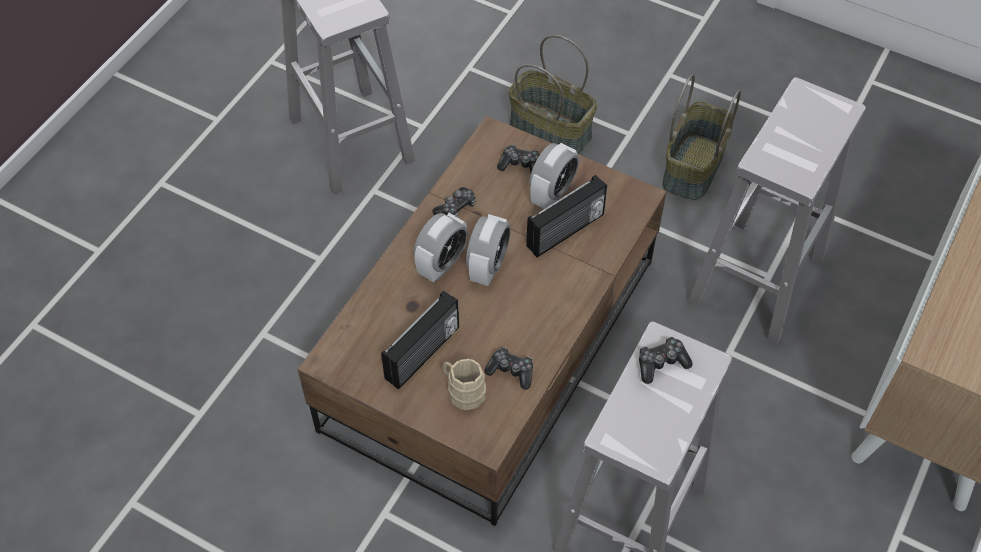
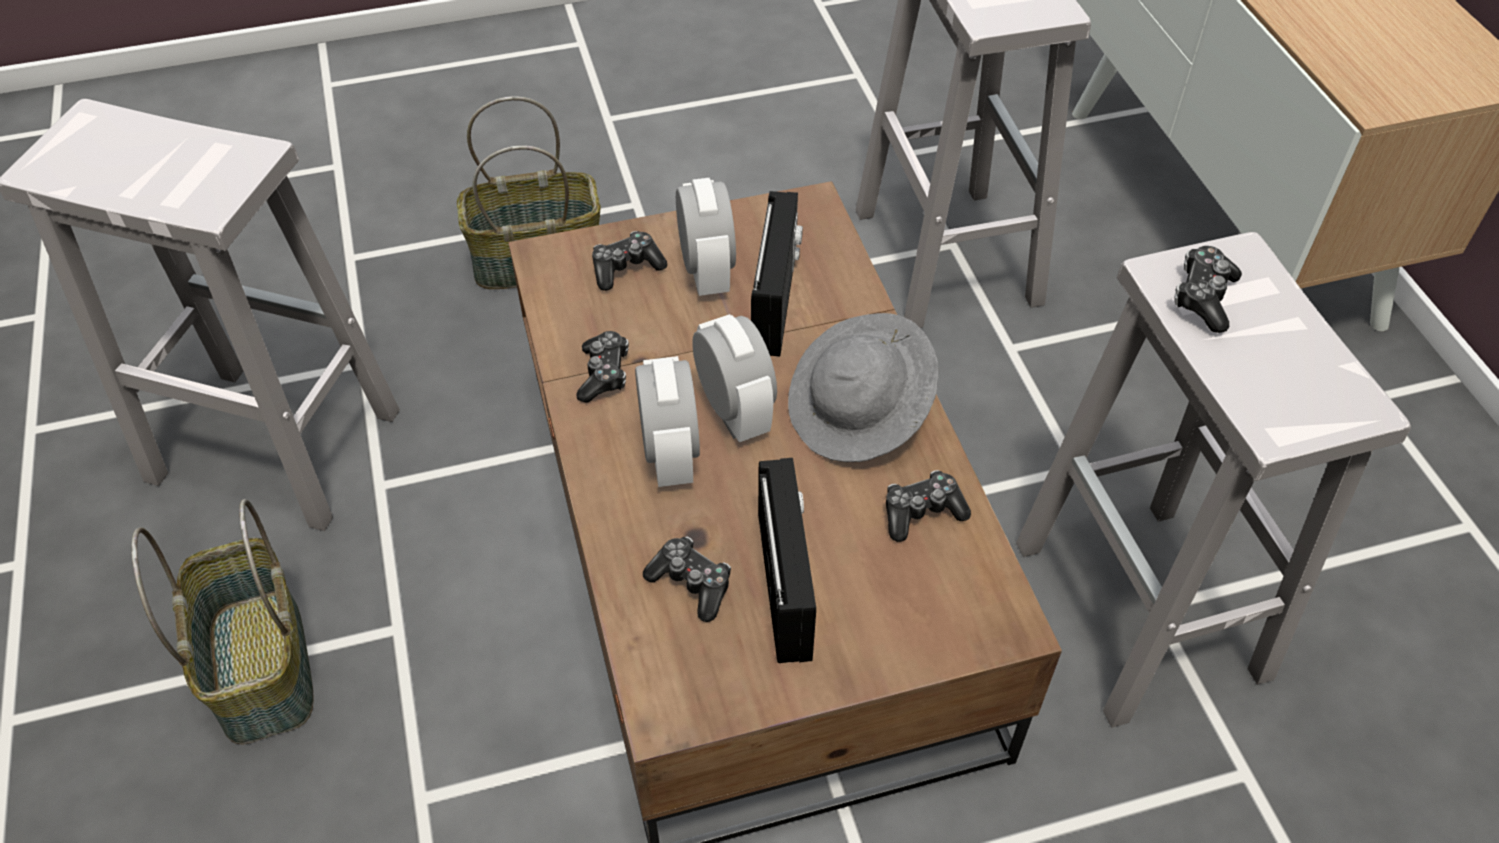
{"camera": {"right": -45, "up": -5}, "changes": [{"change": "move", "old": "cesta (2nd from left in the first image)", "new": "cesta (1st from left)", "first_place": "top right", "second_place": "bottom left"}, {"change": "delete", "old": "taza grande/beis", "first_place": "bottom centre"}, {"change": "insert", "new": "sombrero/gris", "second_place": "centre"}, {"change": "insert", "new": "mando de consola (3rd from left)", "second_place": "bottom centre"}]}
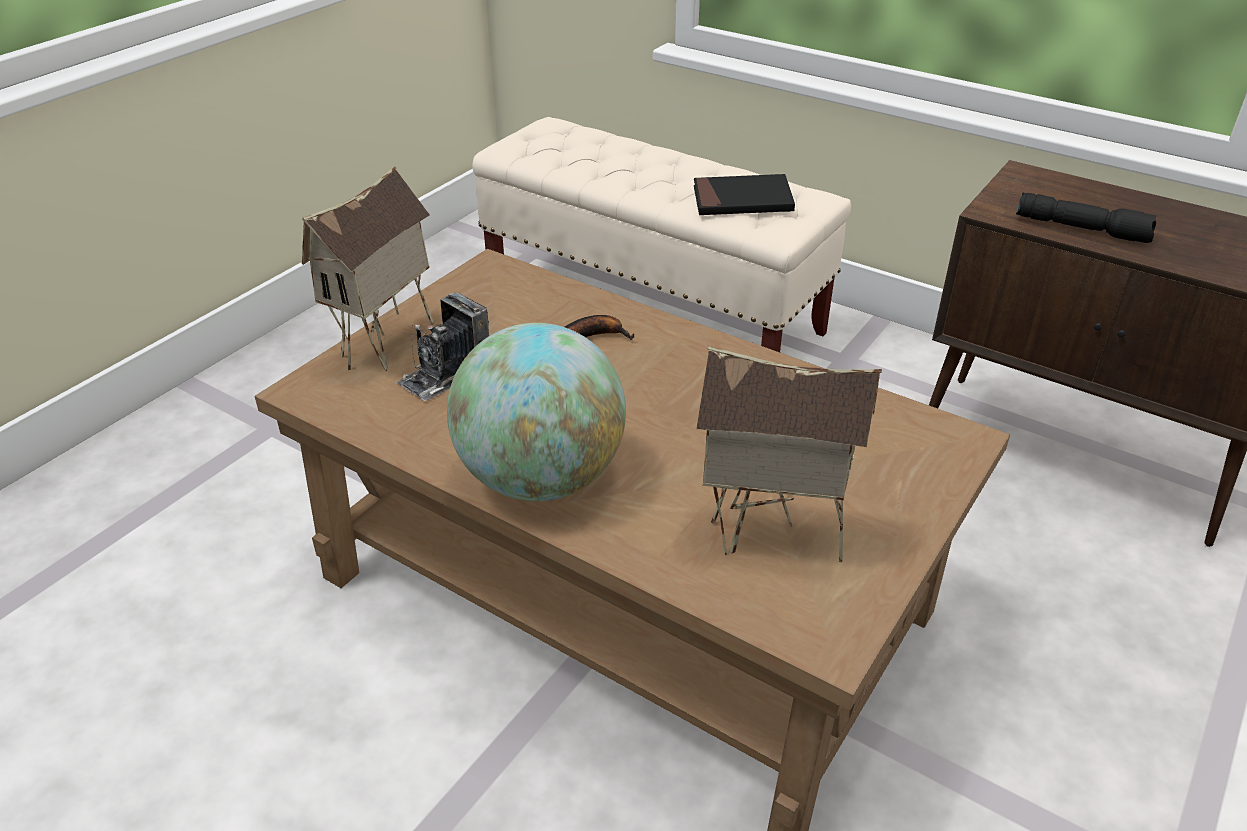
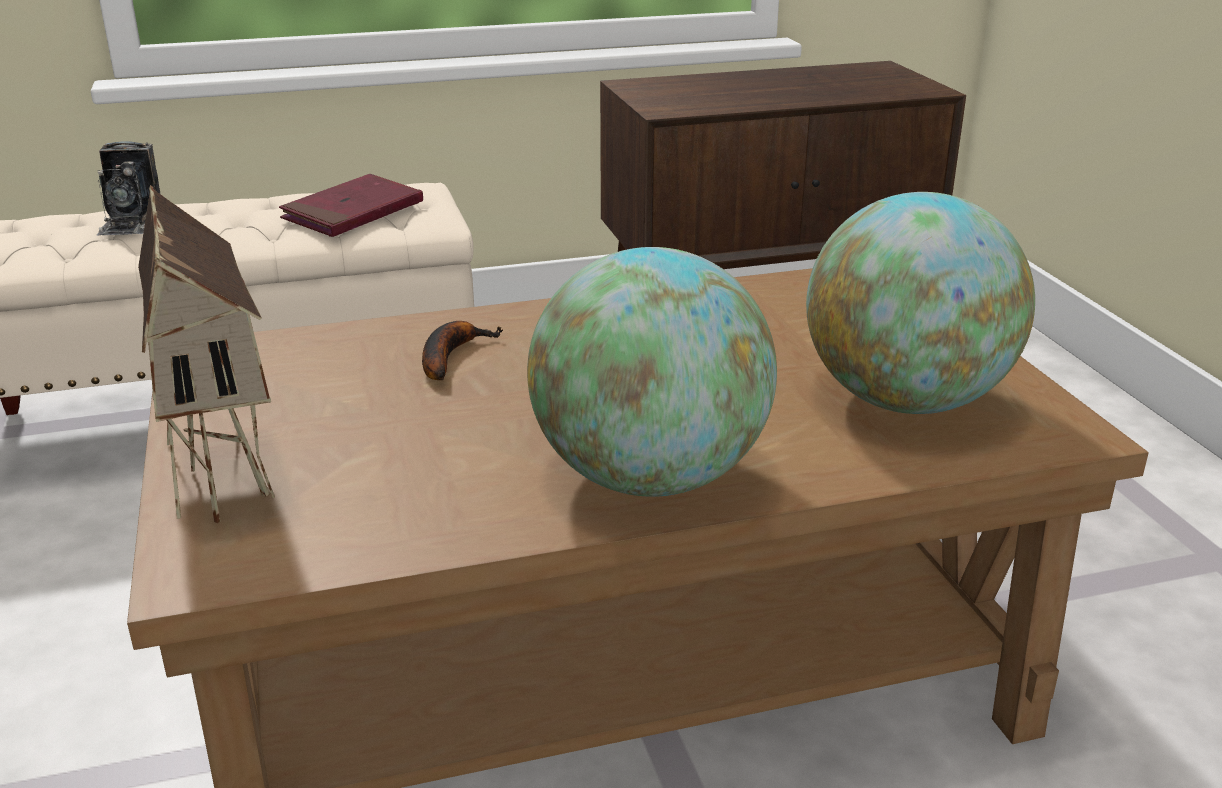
{"camera": {"right": -50, "up": -10}, "changes": [{"change": "recolor", "old": "libro/negro", "new": "libro/rojo", "first_place": "top centre", "second_place": "top left"}, {"change": "delete", "old": "linterna/negro", "first_place": "top right"}, {"change": "move", "old": "cámara", "first_place": "centre", "second_place": "top left"}, {"change": "replace", "old": "casita (2nd from left)", "new": "globo terráqueo (2nd from left)", "first_place": "centre", "second_place": "middle right"}]}
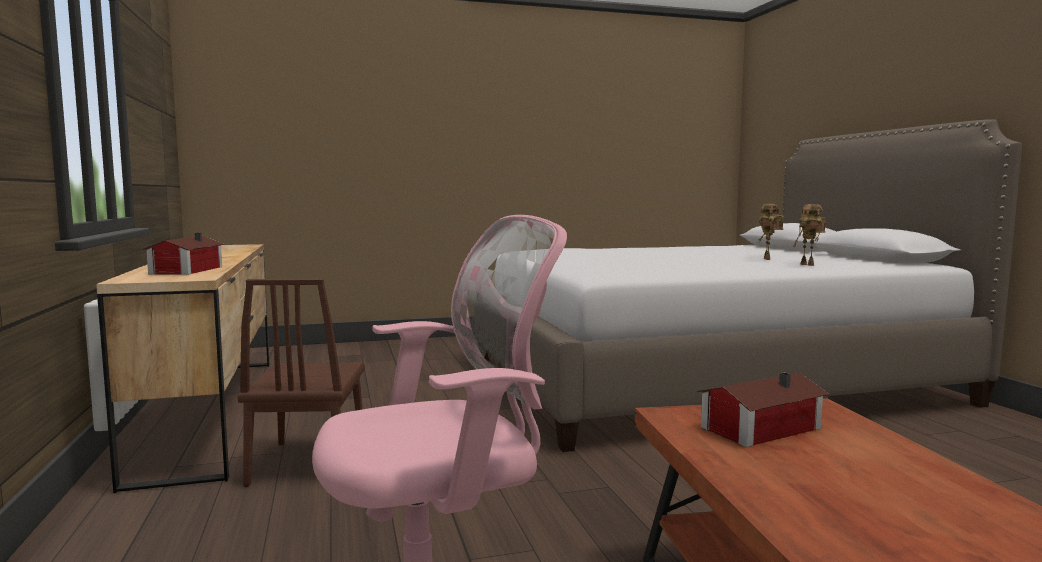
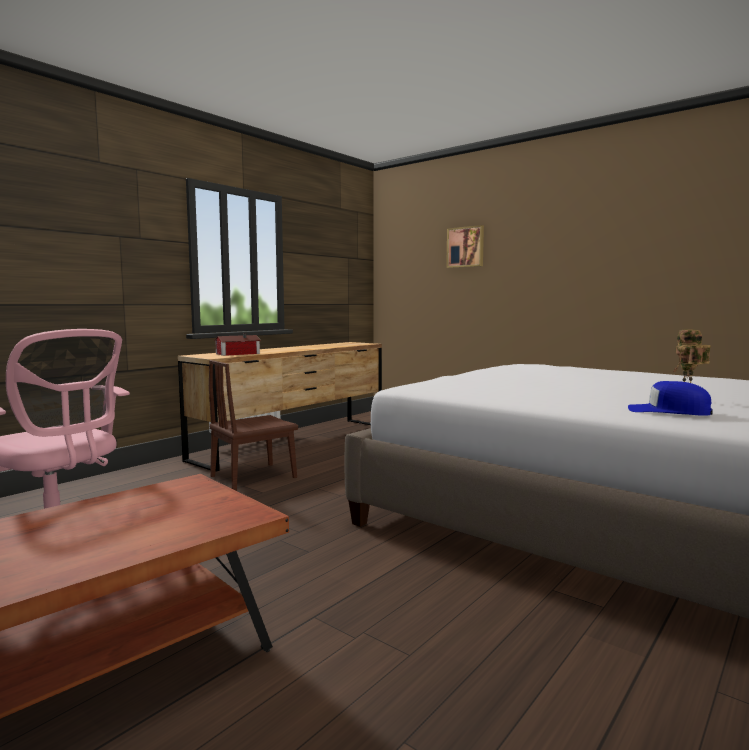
{"camera": {"right": 55, "up": 0}, "changes": [{"change": "replace", "old": "robot de juguete (2nd from left)", "new": "gorra/azul", "first_place": "middle right", "second_place": "middle right"}, {"change": "delete", "old": "casita (2nd from left)", "first_place": "bottom right"}, {"change": "insert", "new": "cuadro", "second_place": "top centre"}]}
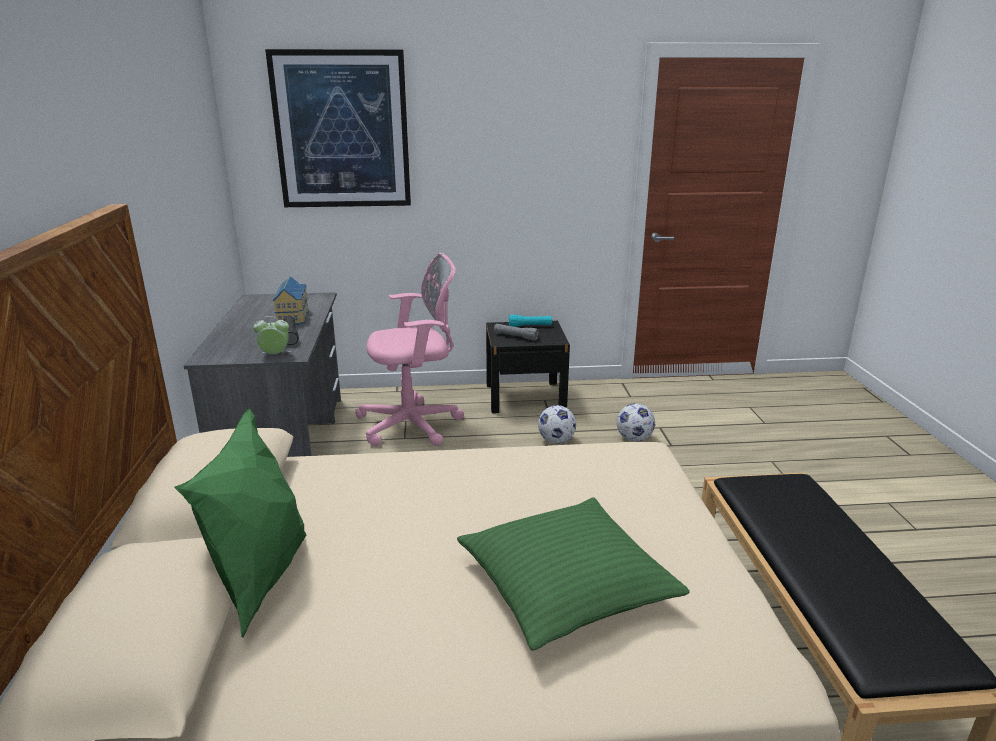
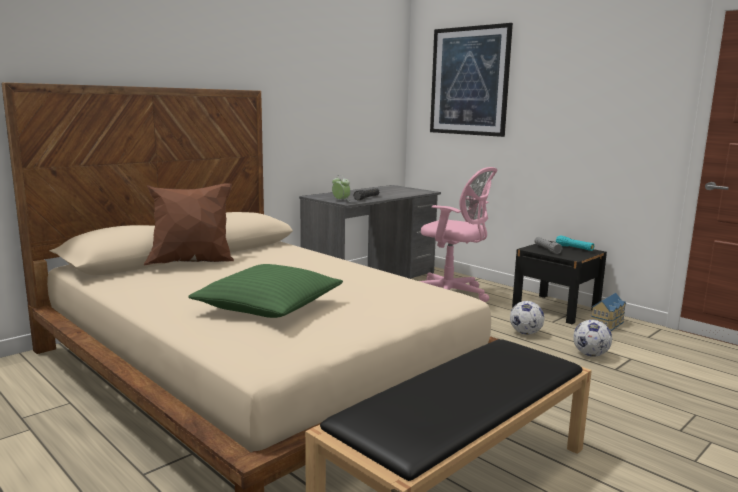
{"camera": {"right": 50, "up": -10}, "changes": [{"change": "move", "old": "casita", "first_place": "middle left", "second_place": "middle right"}, {"change": "recolor", "old": "cojín/verde (1st from left)", "new": "cojín/marrón", "first_place": "bottom left", "second_place": "middle left"}]}
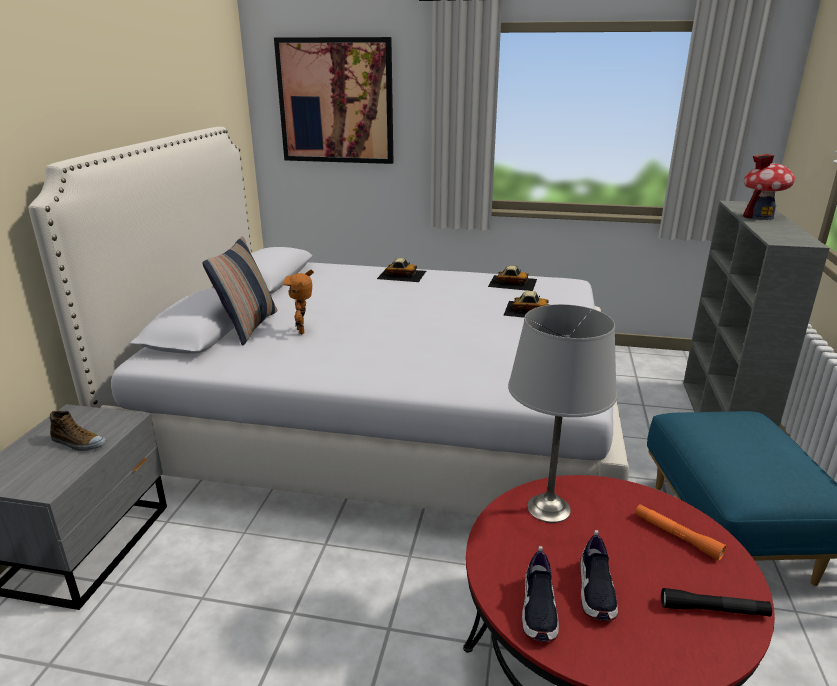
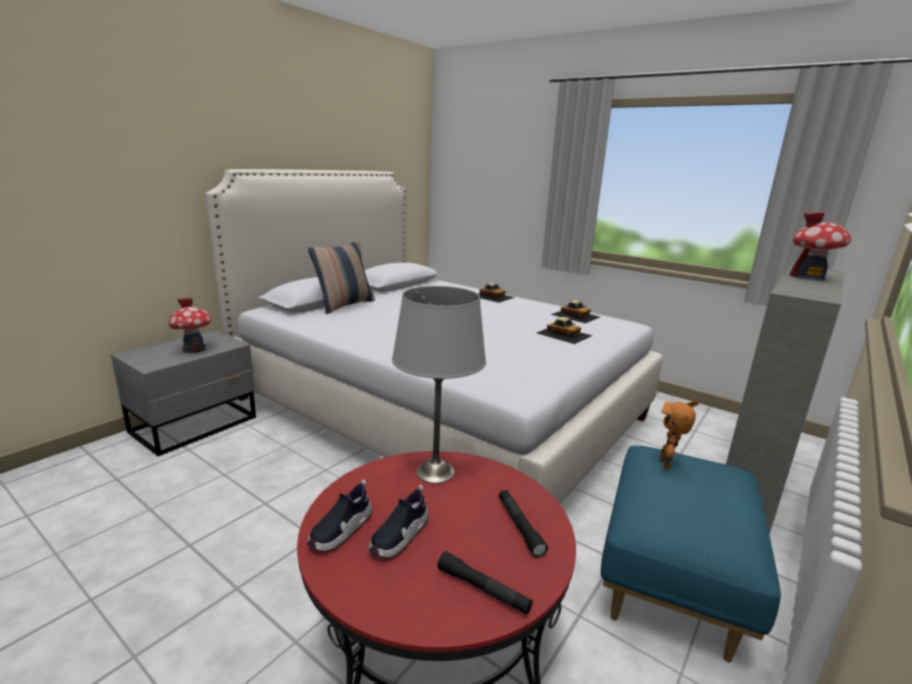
{"camera": {"right": 25, "up": -5}, "changes": [{"change": "delete", "old": "cuadro", "first_place": "top centre"}, {"change": "move", "old": "robot de juguete", "first_place": "centre", "second_place": "middle right"}, {"change": "replace", "old": "zapato (1st from left)", "new": "casita (1st from left)", "first_place": "middle left", "second_place": "middle left"}, {"change": "recolor", "old": "linterna/naranja", "new": "linterna/negro (2nd from left)", "first_place": "bottom right", "second_place": "bottom centre"}]}
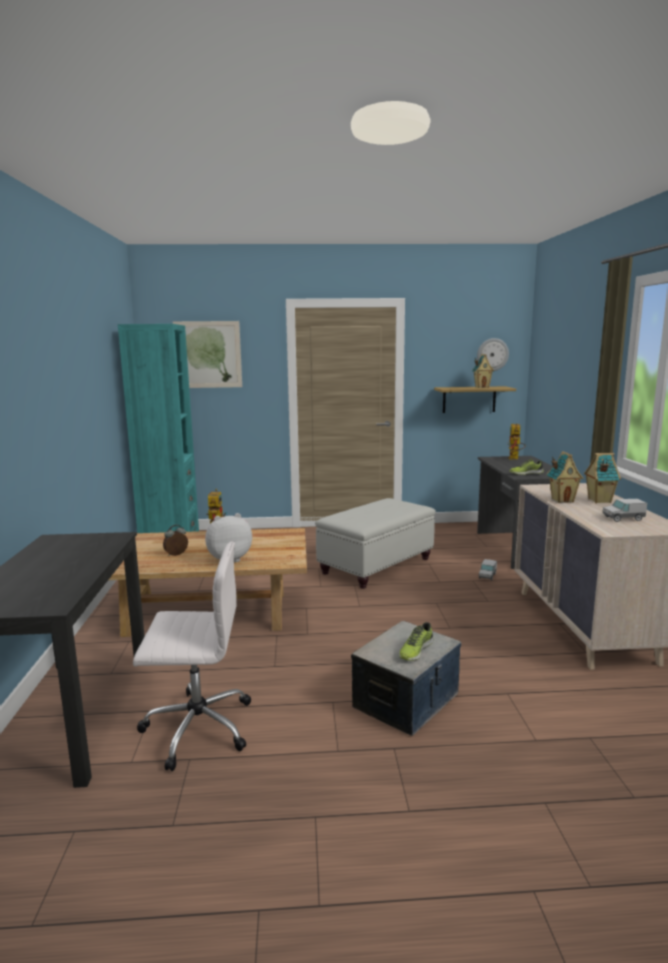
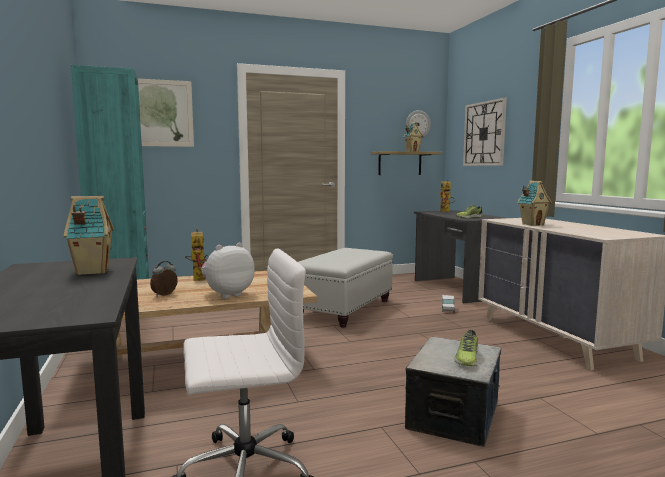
{"camera": {"right": -15, "up": -5}, "changes": [{"change": "move", "old": "casita (3rd from left in the first image)", "new": "casita (1st from left)", "first_place": "middle right", "second_place": "middle left"}, {"change": "delete", "old": "camión de juguete (2nd from left)", "first_place": "middle right"}, {"change": "insert", "new": "reloj de pared (2nd from left)", "second_place": "top right"}]}
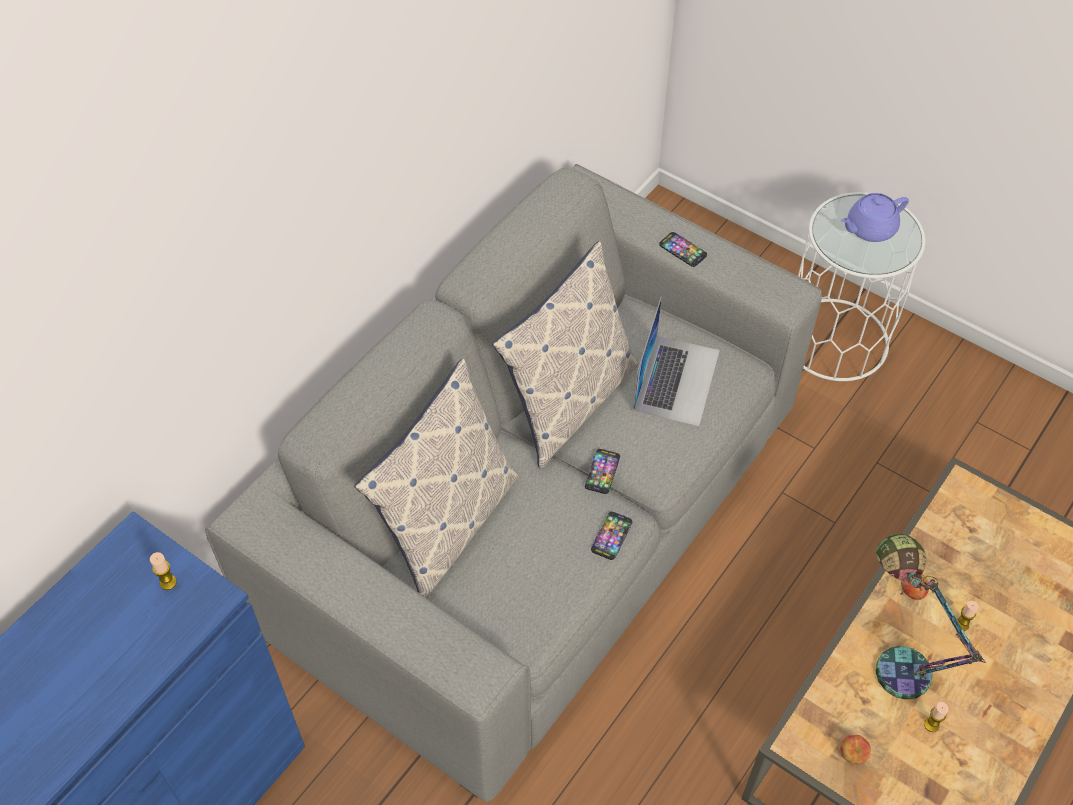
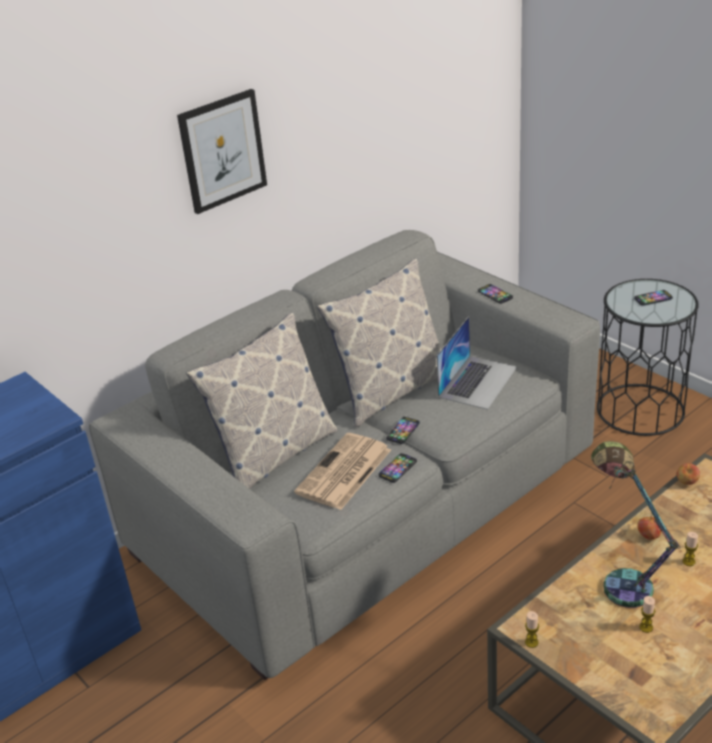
{"camera": {"right": 15, "up": -20}, "changes": [{"change": "recolor", "old": "mesa auxiliar/blanco", "new": "mesa auxiliar/negro", "first_place": "middle right", "second_place": "middle right"}, {"change": "replace", "old": "tetera/morado", "new": "móvil (4th from left)", "first_place": "top right", "second_place": "middle right"}, {"change": "move", "old": "vela (1st from left)", "first_place": "bottom left", "second_place": "bottom right"}, {"change": "move", "old": "manzana (1st from left in the first image)", "new": "manzana (2nd from left)", "first_place": "bottom right", "second_place": "middle right"}, {"change": "insert", "new": "cuadro", "second_place": "top left"}, {"change": "insert", "new": "periódico", "second_place": "centre"}]}
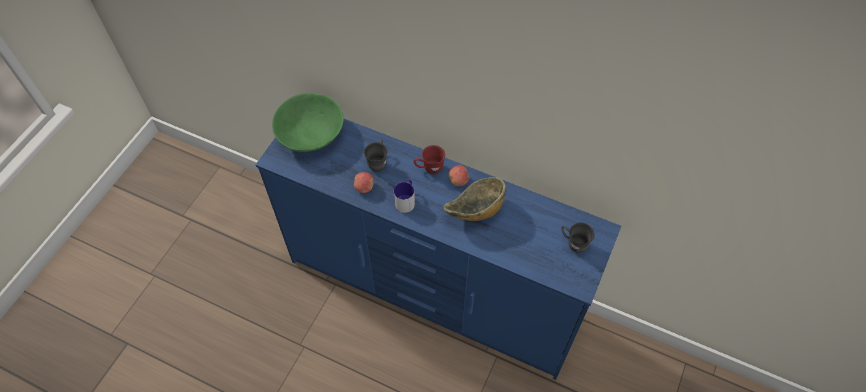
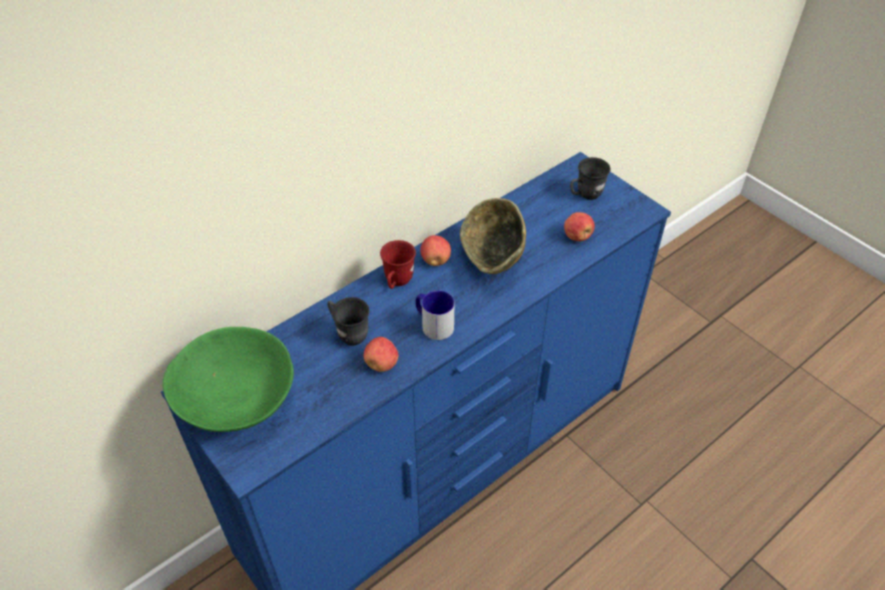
{"camera": {"right": -65, "up": -10}, "changes": [{"change": "insert", "new": "manzana (3rd from left)", "second_place": "centre"}]}
